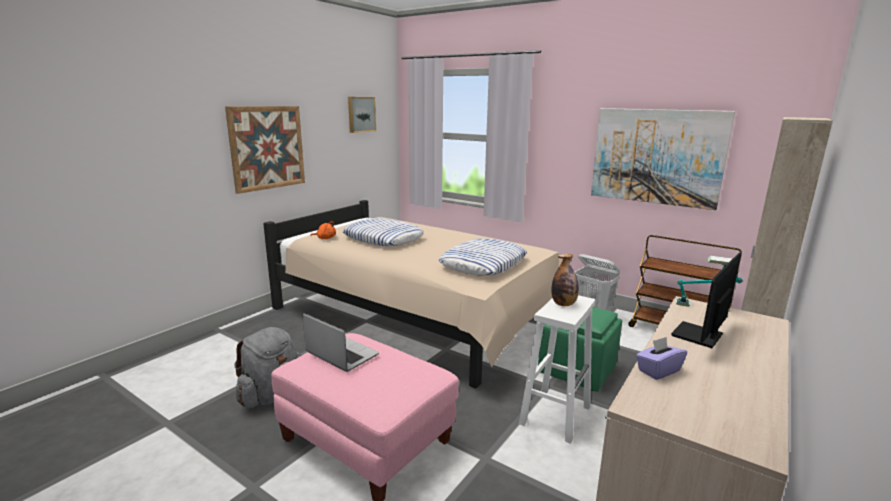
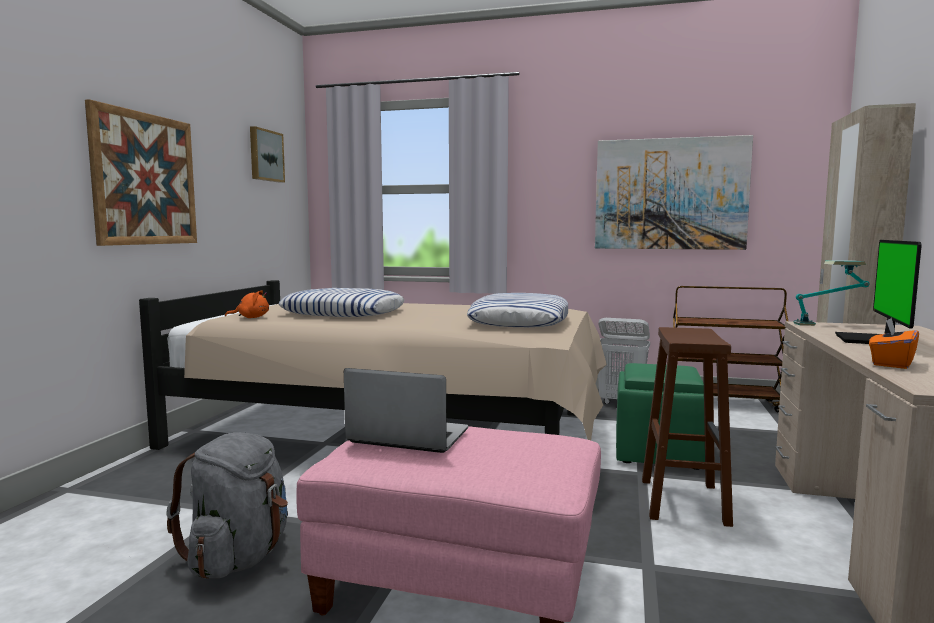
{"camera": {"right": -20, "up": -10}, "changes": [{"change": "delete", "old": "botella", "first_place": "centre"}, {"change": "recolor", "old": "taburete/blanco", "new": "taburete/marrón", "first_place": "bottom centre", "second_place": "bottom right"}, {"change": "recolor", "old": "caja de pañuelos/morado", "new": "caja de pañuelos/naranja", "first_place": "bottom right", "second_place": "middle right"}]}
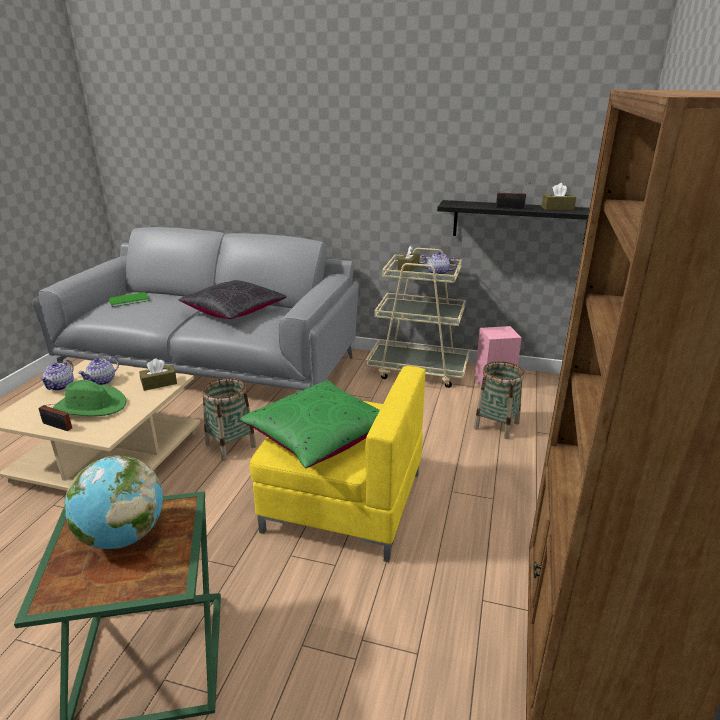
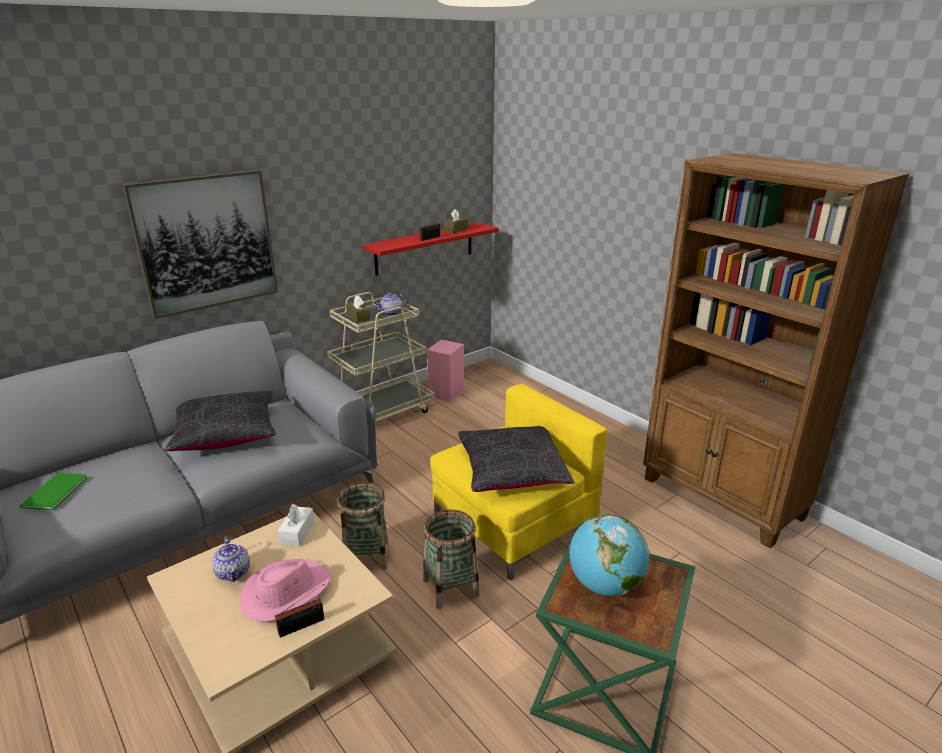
{"camera": {"right": -55, "up": 0}, "changes": [{"change": "recolor", "old": "estante/negro", "new": "estante/rojo", "first_place": "top right", "second_place": "top centre"}, {"change": "recolor", "old": "caja de pañuelos/marrón (1st from left)", "new": "caja de pañuelos/blanco", "first_place": "middle left", "second_place": "bottom left"}, {"change": "delete", "old": "tetera (1st from left)", "first_place": "middle left"}, {"change": "move", "old": "cesta (2nd from left)", "first_place": "middle right", "second_place": "bottom centre"}, {"change": "recolor", "old": "sombrero/verde", "new": "sombrero/rosa", "first_place": "middle left", "second_place": "bottom left"}, {"change": "recolor", "old": "cojín/verde", "new": "cojín/negro (2nd from left)", "first_place": "centre", "second_place": "centre"}, {"change": "insert", "new": "cuadro", "second_place": "top left"}]}
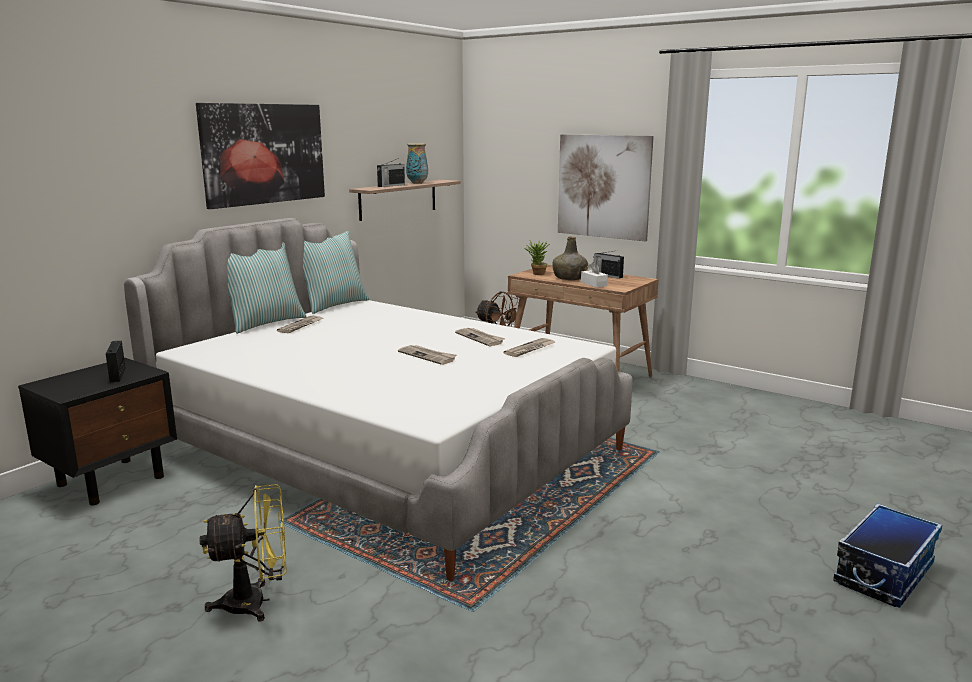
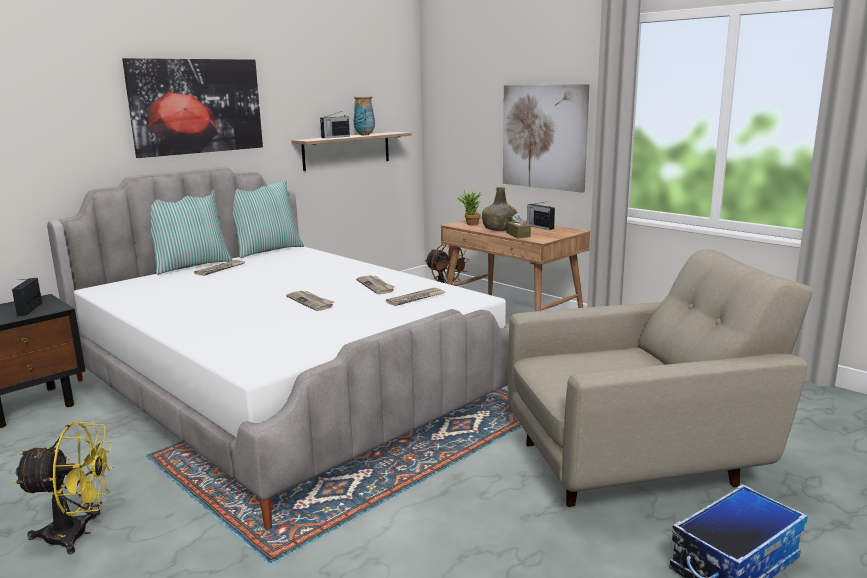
{"camera": {"right": 10, "up": 0}, "changes": [{"change": "recolor", "old": "caja de pañuelos/blanco", "new": "caja de pañuelos/marrón", "first_place": "centre", "second_place": "centre"}, {"change": "insert", "new": "sillón/beis", "second_place": "middle right"}]}
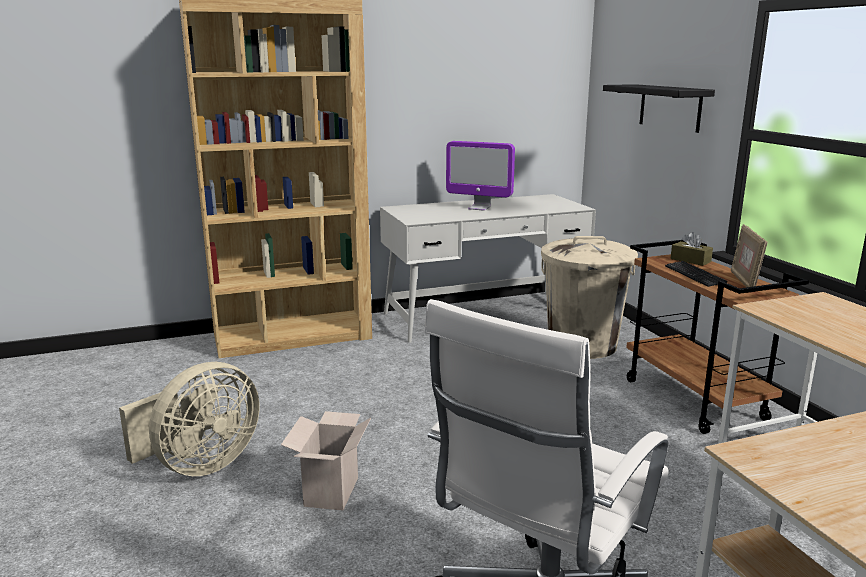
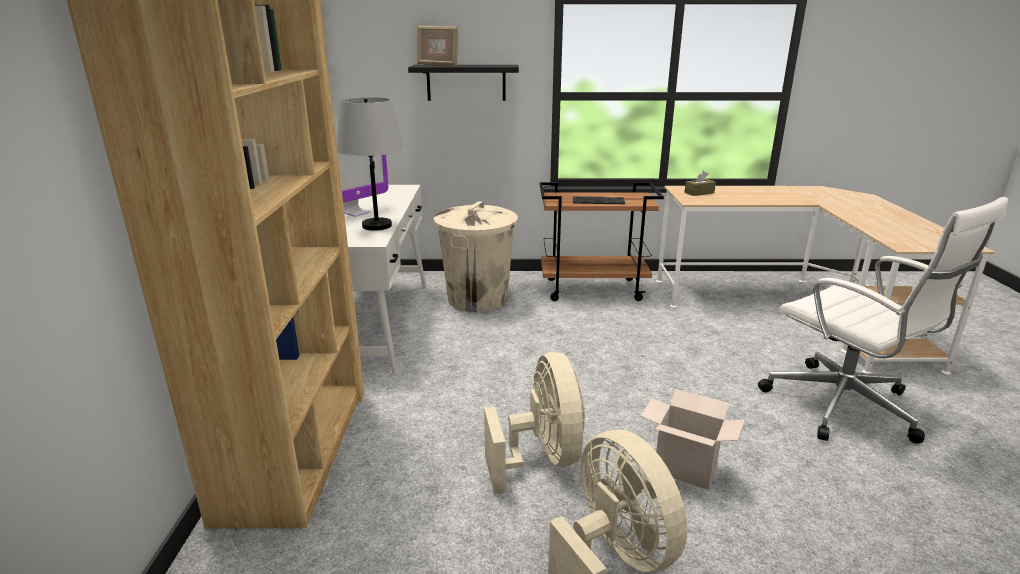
{"camera": {"right": -70, "up": 5}, "changes": [{"change": "move", "old": "portarretratos", "first_place": "middle right", "second_place": "top centre"}, {"change": "move", "old": "caja de pañuelos/marrón", "first_place": "middle right", "second_place": "top right"}, {"change": "insert", "new": "lámpara de mesa/gris", "second_place": "top centre"}, {"change": "insert", "new": "ventilador/beis (1st from left)", "second_place": "bottom centre"}]}
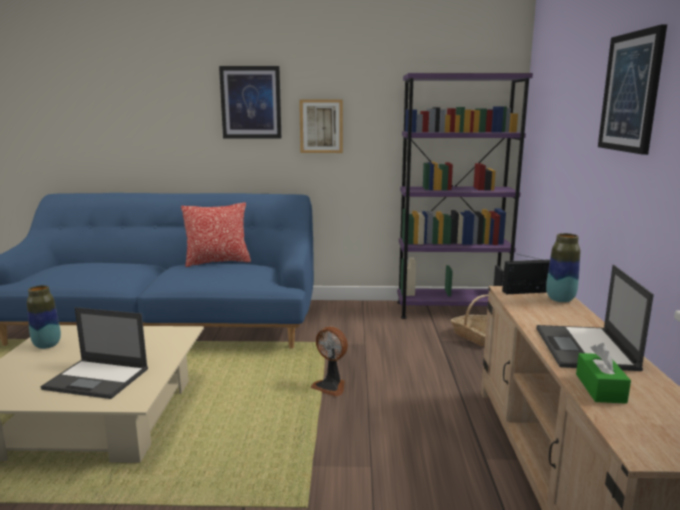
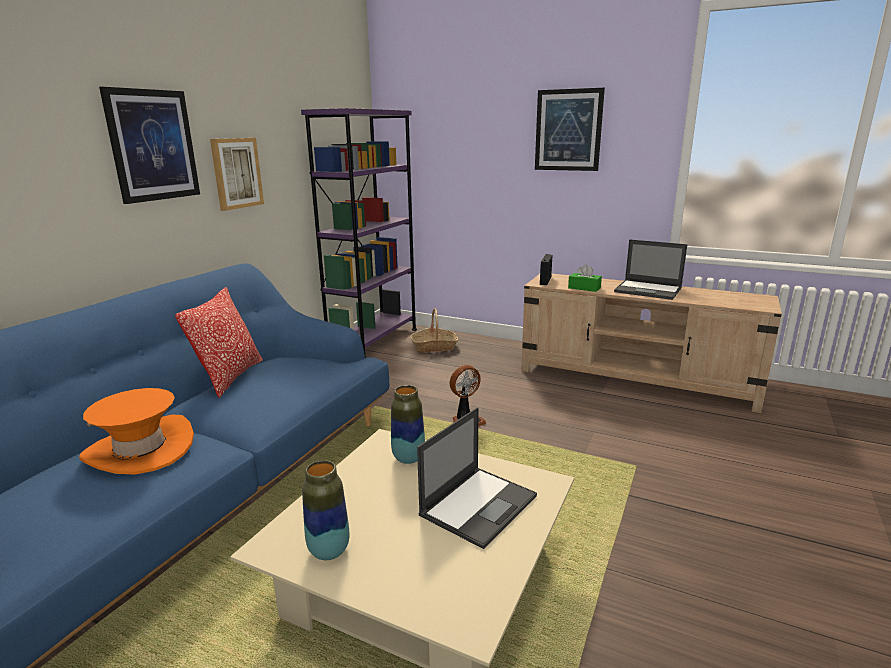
{"camera": {"right": -65, "up": 5}, "changes": [{"change": "move", "old": "florero (2nd from left)", "first_place": "middle right", "second_place": "centre"}, {"change": "move", "old": "caja de pañuelos/verde", "first_place": "bottom right", "second_place": "centre"}, {"change": "insert", "new": "sombrero/naranja", "second_place": "middle left"}]}
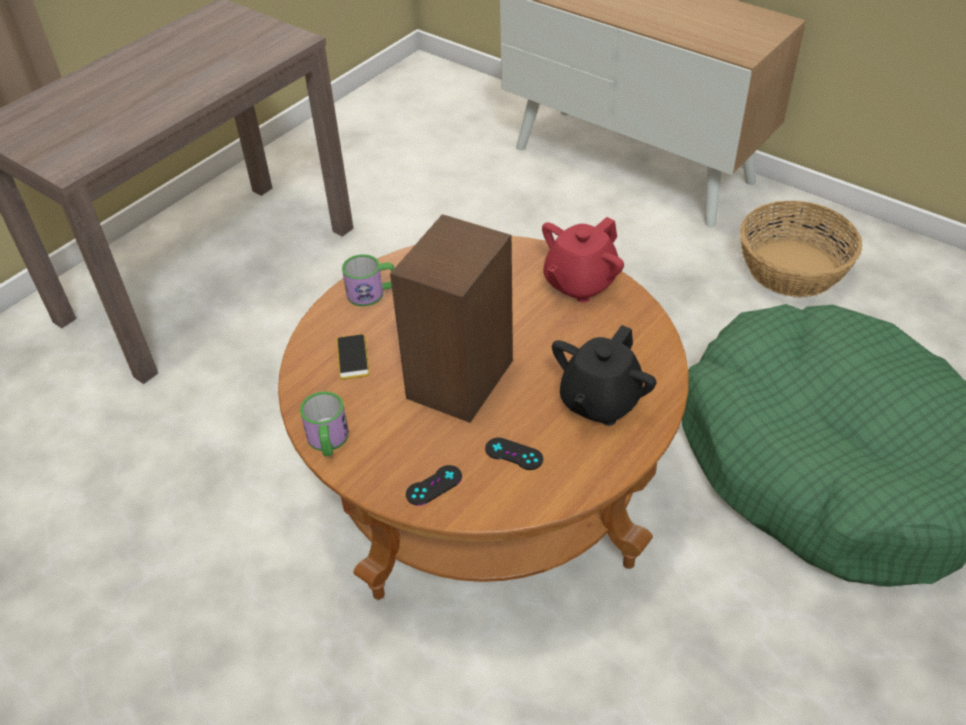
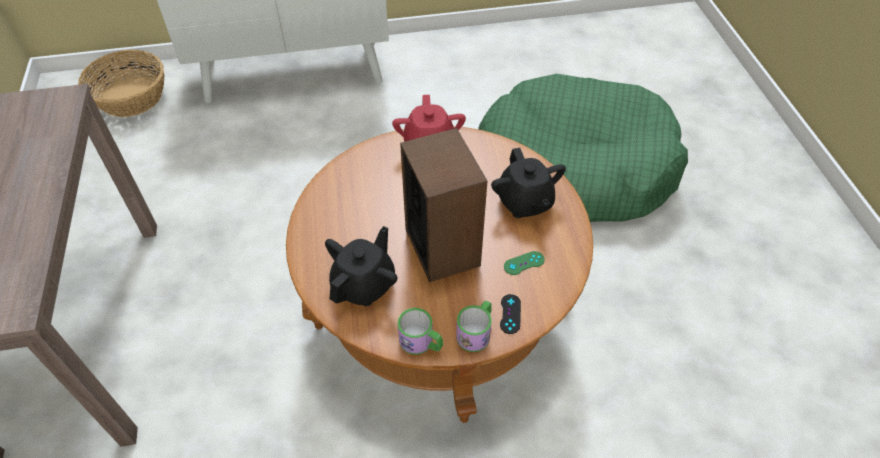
{"camera": {"right": -50, "up": 5}, "changes": [{"change": "move", "old": "cesta", "first_place": "middle right", "second_place": "top left"}, {"change": "move", "old": "taza grande (2nd from left)", "first_place": "centre", "second_place": "bottom centre"}, {"change": "replace", "old": "móvil", "new": "tetera/negro (1st from left)", "first_place": "centre", "second_place": "centre"}, {"change": "recolor", "old": "mando de consola/negro (2nd from left)", "new": "mando de consola/verde", "first_place": "centre", "second_place": "centre"}]}
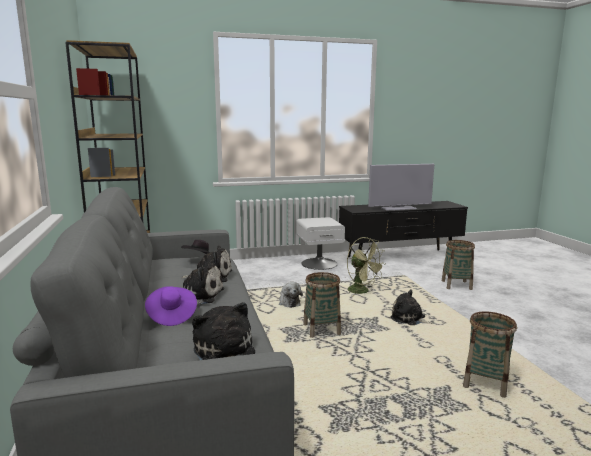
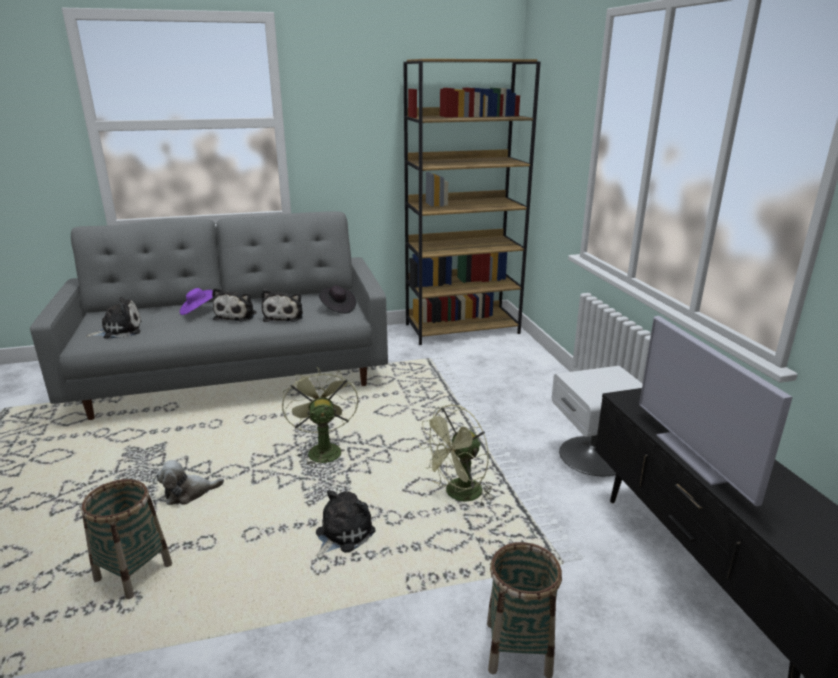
{"camera": {"right": 90, "up": 10}, "changes": [{"change": "replace", "old": "cesta (1st from left)", "new": "ventilador/verde (1st from left)", "first_place": "bottom centre", "second_place": "centre"}, {"change": "move", "old": "peluche (4th from left in the first image)", "new": "peluche (2nd from left)", "first_place": "centre", "second_place": "bottom left"}]}
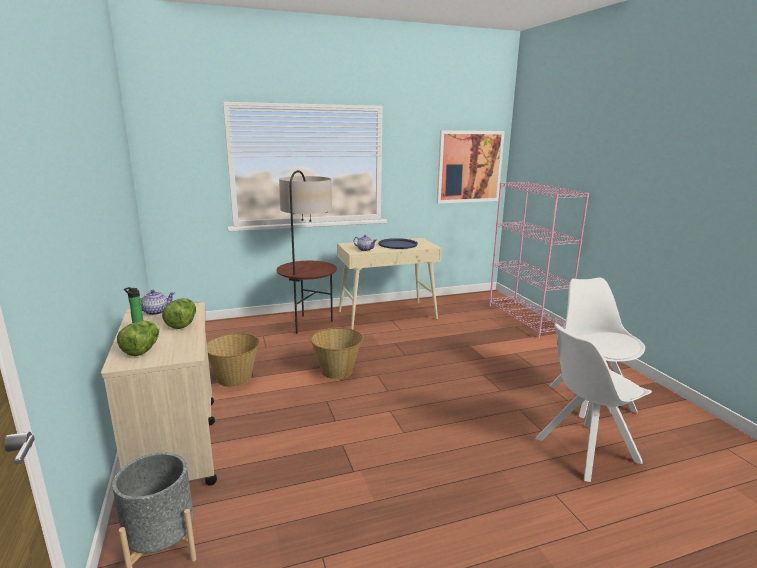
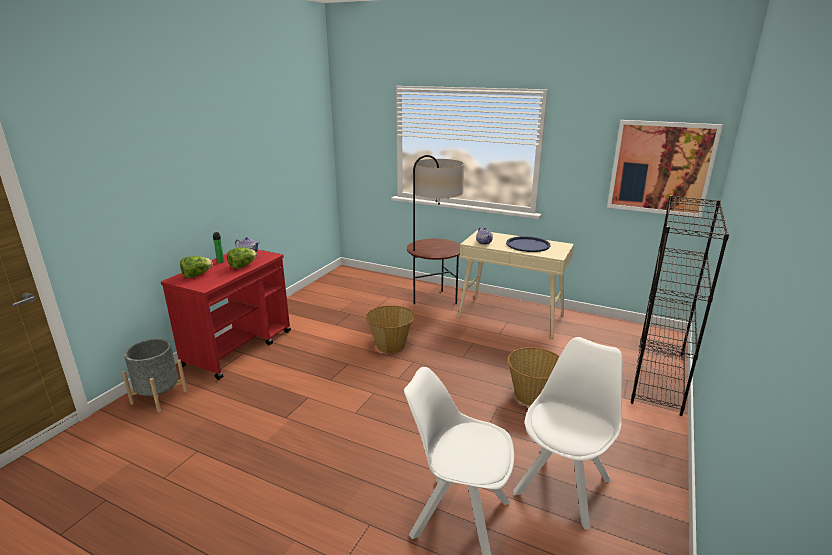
{"camera": {"right": 45, "up": 5}, "changes": [{"change": "recolor", "old": "estantería/rosa", "new": "estantería/negro", "first_place": "middle right", "second_place": "middle right"}, {"change": "recolor", "old": "carrito/beis", "new": "carrito/rojo", "first_place": "bottom left", "second_place": "middle left"}, {"change": "move", "old": "cesta (1st from left in the first image)", "new": "cesta (2nd from left)", "first_place": "middle left", "second_place": "bottom centre"}]}
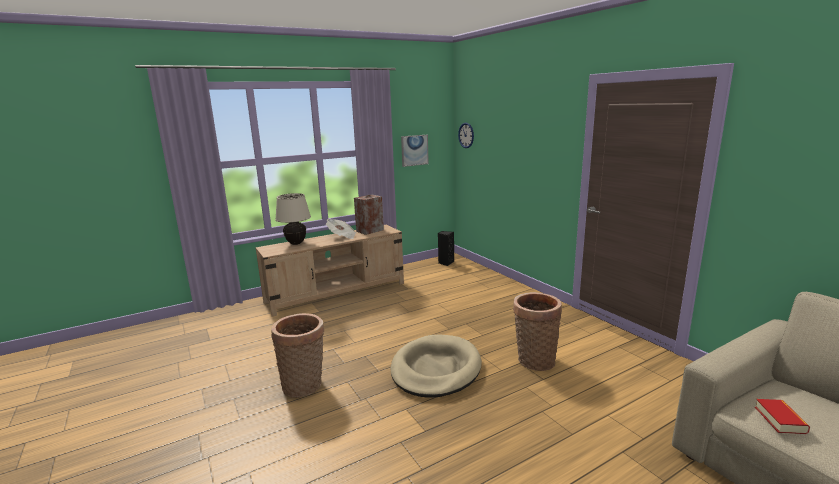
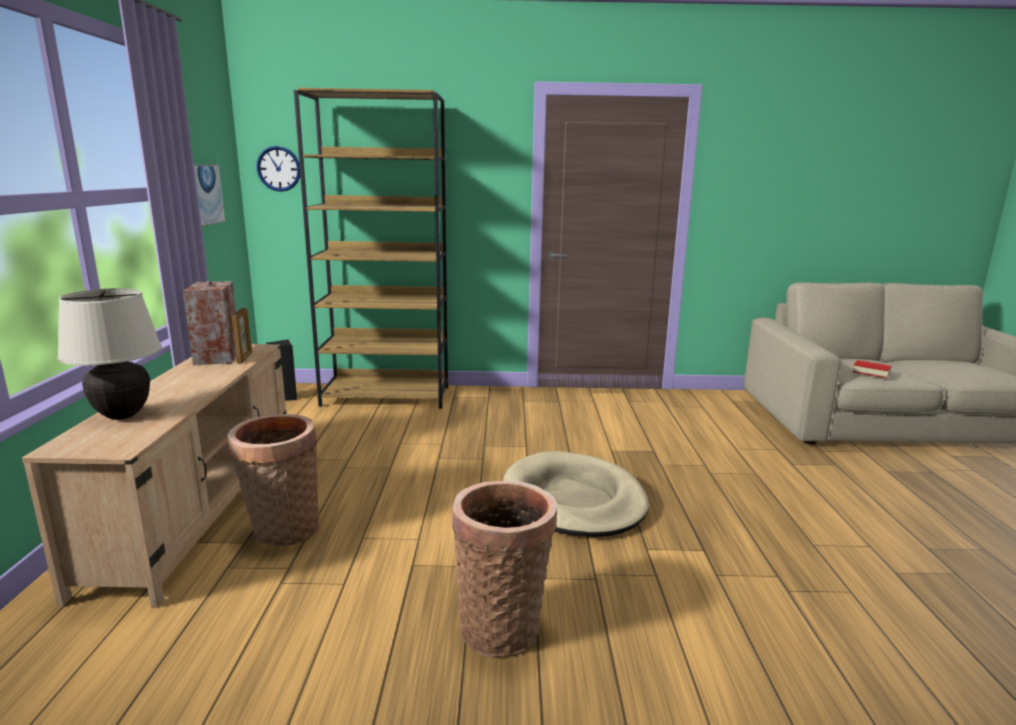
{"camera": {"right": -60, "up": 0}, "changes": [{"change": "delete", "old": "periódico", "first_place": "centre"}, {"change": "move", "old": "cesta (2nd from left in the first image)", "new": "cesta (1st from left)", "first_place": "bottom centre", "second_place": "middle left"}, {"change": "insert", "new": "estantería/marrón", "second_place": "centre"}, {"change": "insert", "new": "portarretratos", "second_place": "middle left"}]}
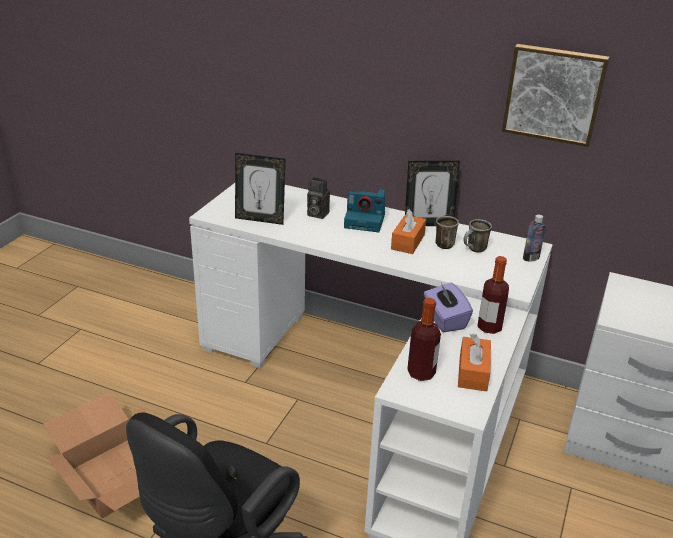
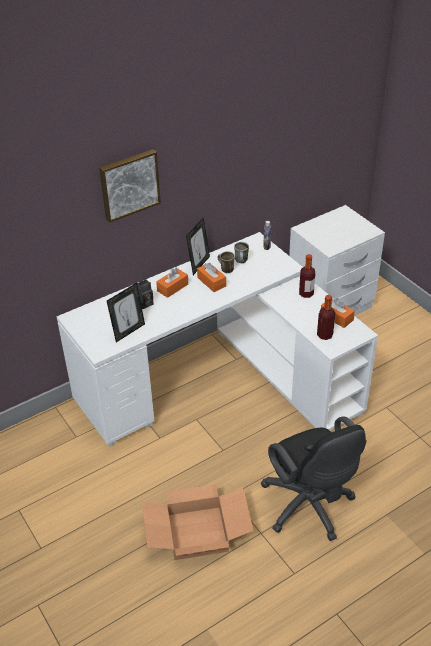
{"camera": {"right": -55, "up": 10}, "changes": [{"change": "move", "old": "cuadro", "first_place": "top right", "second_place": "top left"}, {"change": "replace", "old": "cámara (2nd from left)", "new": "caja de pañuelos/naranja (1st from left)", "first_place": "centre", "second_place": "centre"}, {"change": "delete", "old": "caja de pañuelos/morado", "first_place": "centre"}]}
